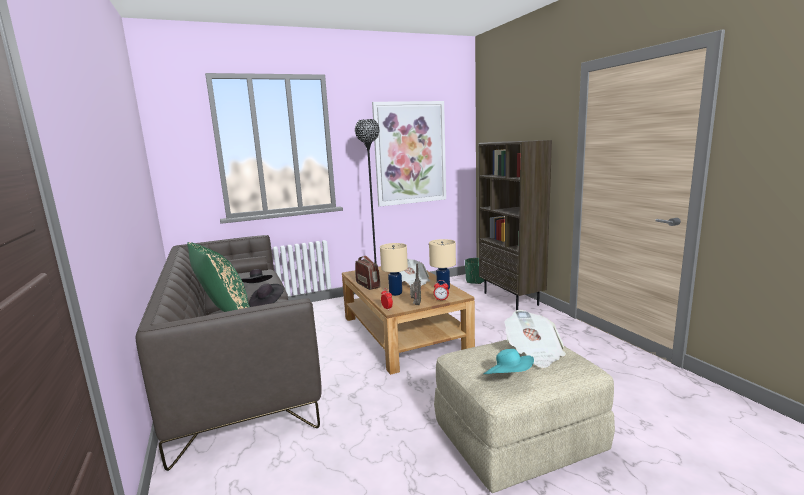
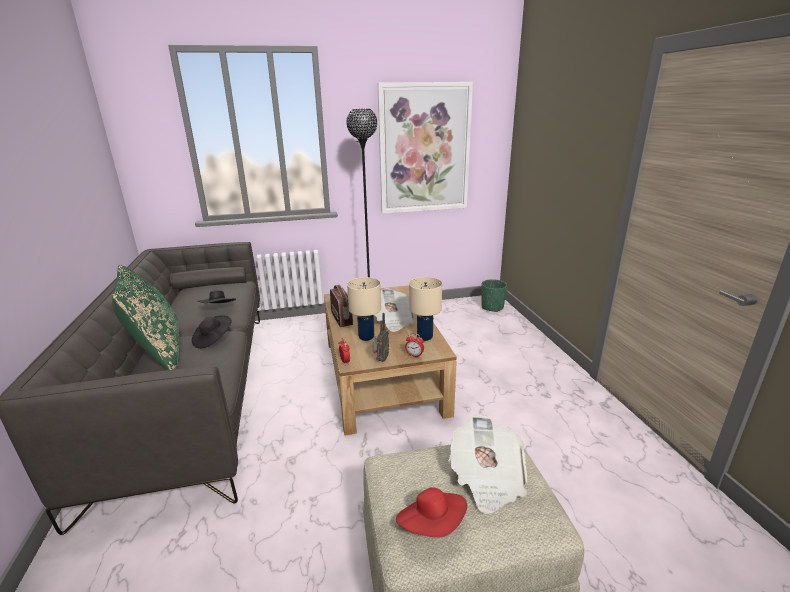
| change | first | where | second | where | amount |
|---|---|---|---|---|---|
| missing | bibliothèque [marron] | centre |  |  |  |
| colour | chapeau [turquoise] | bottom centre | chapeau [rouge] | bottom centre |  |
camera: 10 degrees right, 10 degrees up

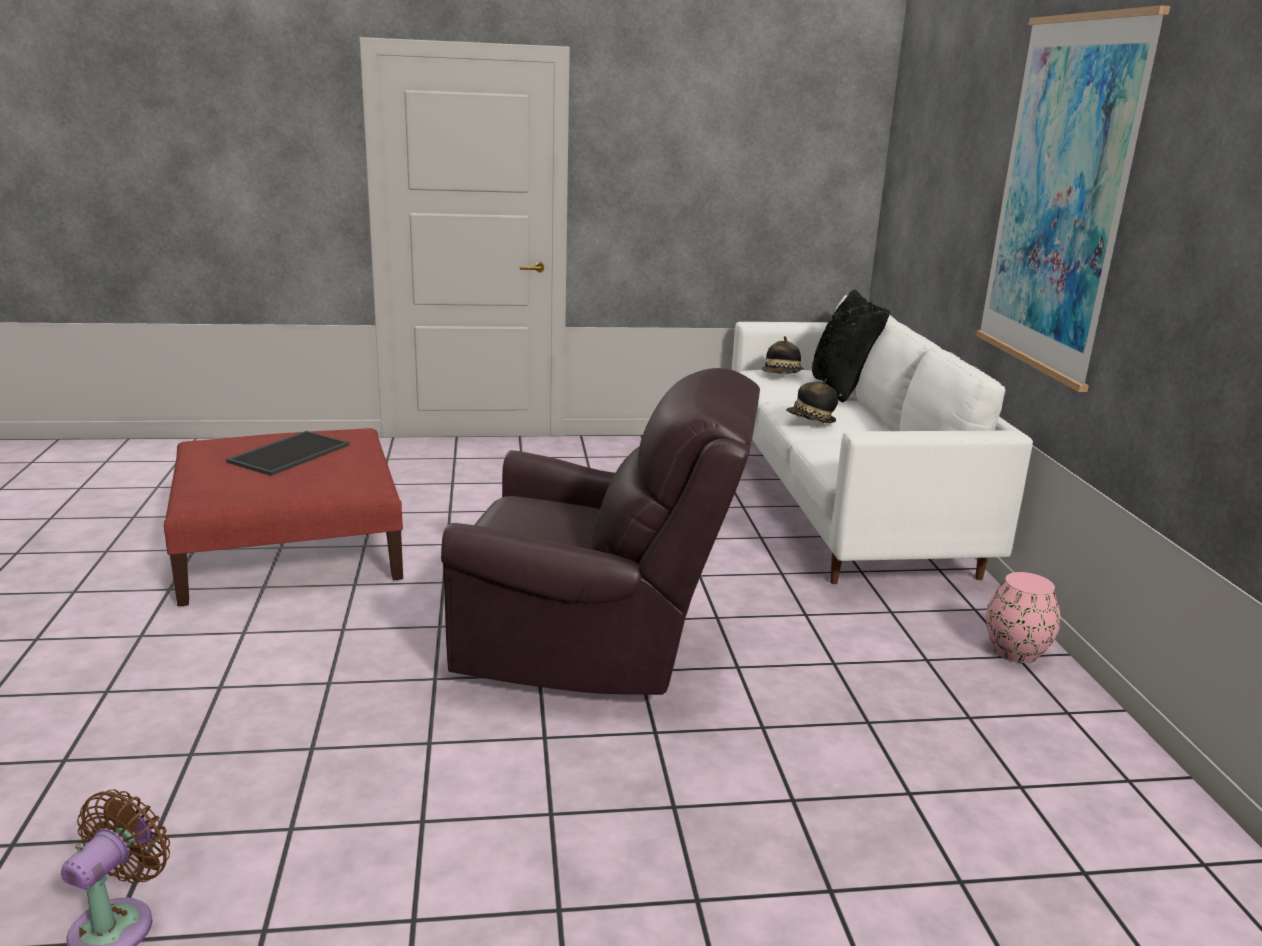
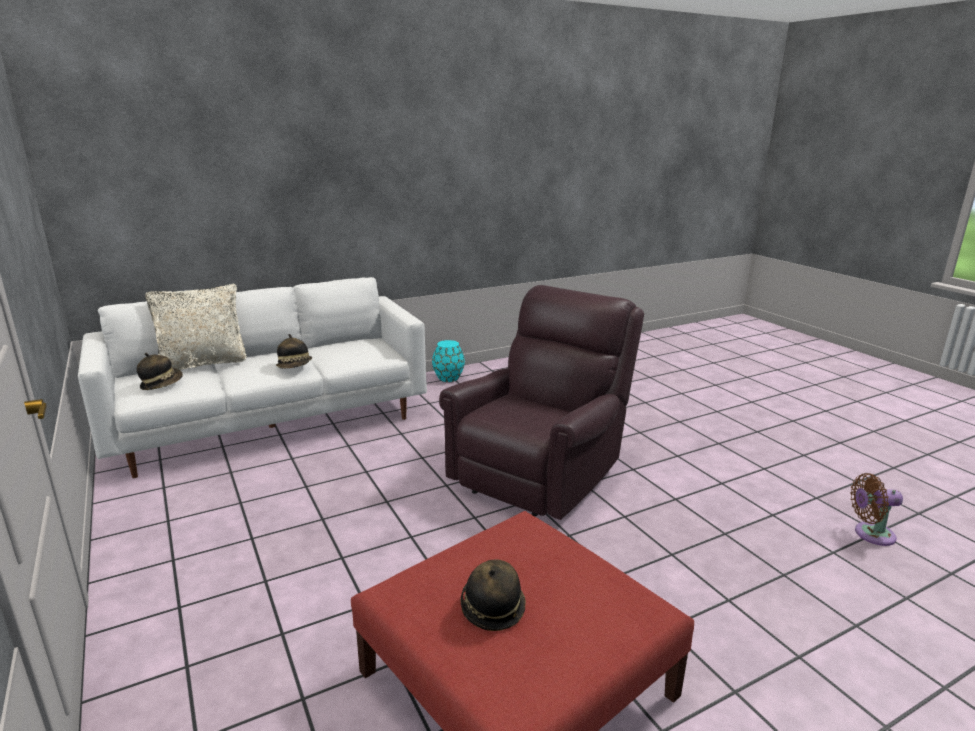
| change | first | where | second | where | amount |
|---|---|---|---|---|---|
| missing | tableau | top right |  |  |  |
| colour | coussin [noir] | middle right | coussin [beige] | middle left |  |
| spun | fauteuil [marron] | centre |  | centre | 45 degrees clockwise |
| exchanged | plateau | middle left | chapeau (no. 3 from left) | bottom centre |  |
| colour | vase [rose] | middle right | vase [turquoise] | centre |  |
camera: 110 degrees left, 0 degrees up

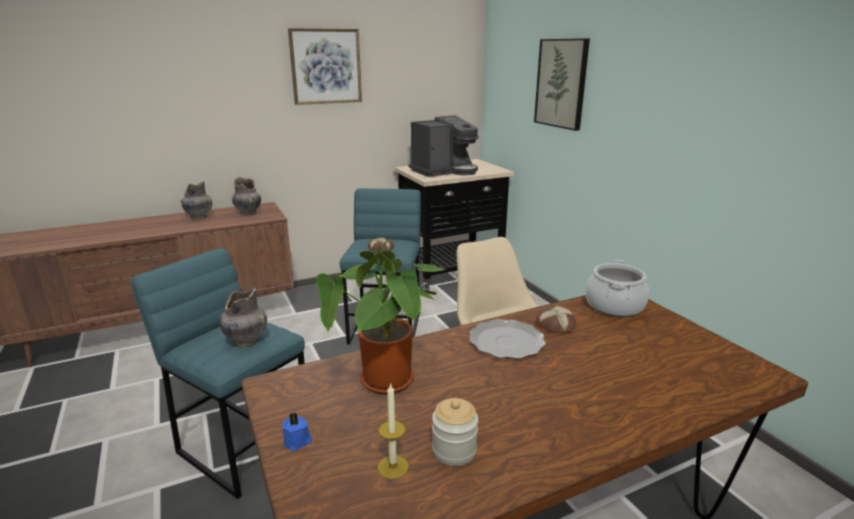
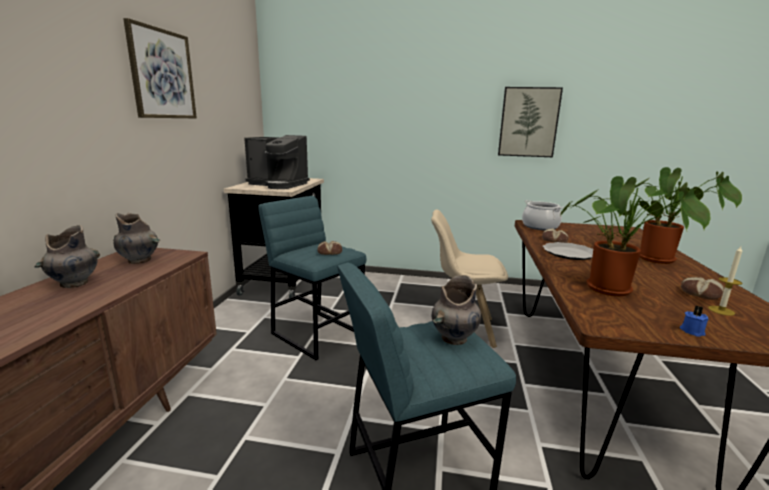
| change | first | where | second | where | amount |
|---|---|---|---|---|---|
| relocated | tableau (no. 2 from left) | top centre |  | top right |  |
| spun | machine à café | top centre |  | top centre | 105 degrees clockwise |
| exchanged | bocal | bottom centre | pain (no. 3 from left) | middle right |  |
| appeared |  |  | plante en pot (no. 2 from left) | middle right |  |
camera: 55 degrees left, 5 degrees down

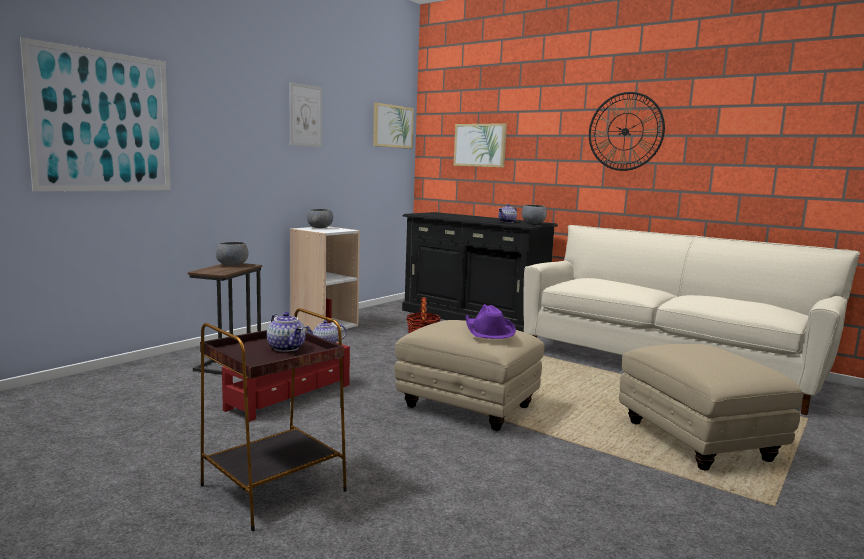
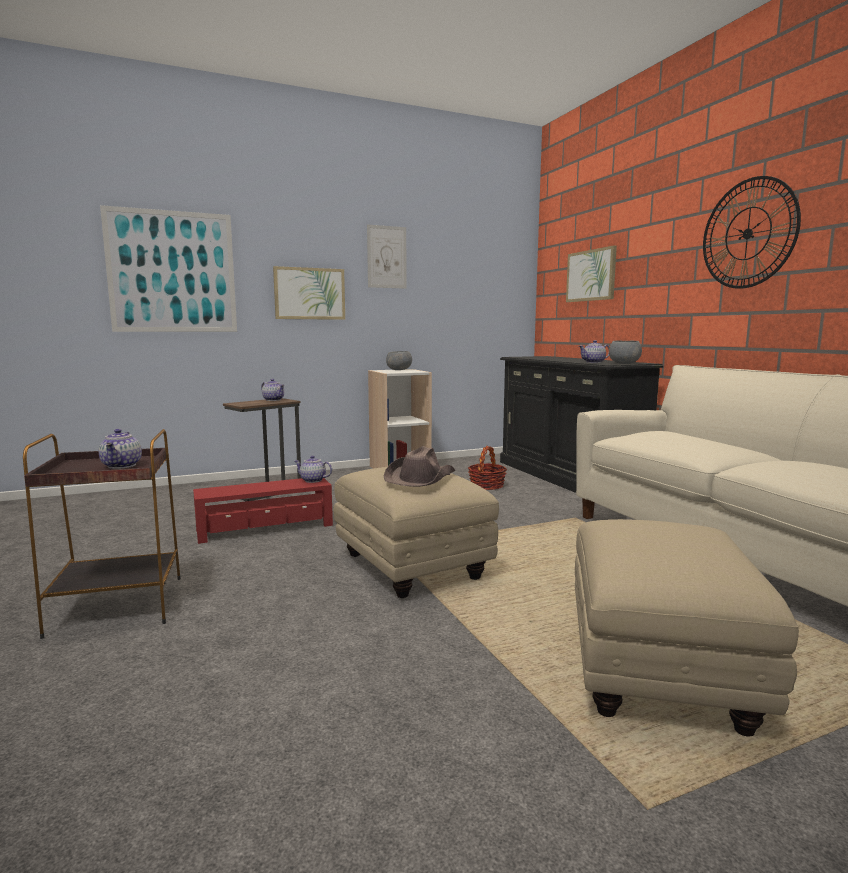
| change | first | where | second | where | amount |
|---|---|---|---|---|---|
| relocated | tableau (no. 3 from left in the first image) | top centre | tableau (no. 2 from left) | centre |  |
| exchanged | bol [gris] (no. 1 from left) | middle left | théière (no. 2 from left) | middle left |  |
| colour | chapeau [violet] | centre | chapeau [marron] | centre |  |
camera: 30 degrees right, 0 degrees up

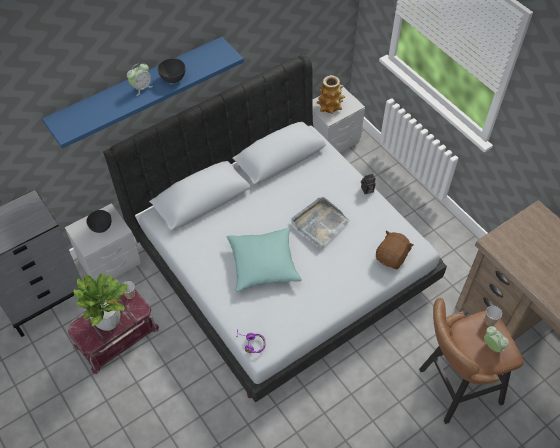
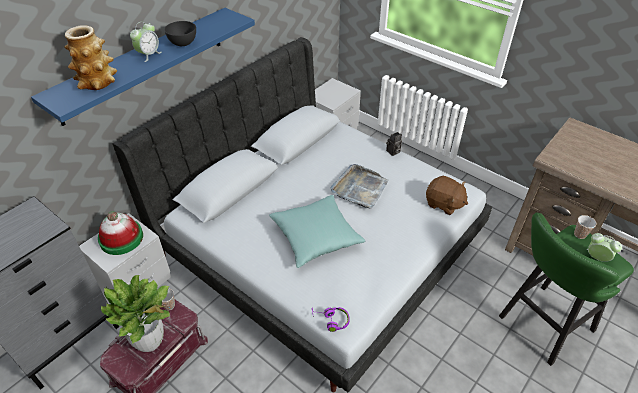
| change | first | where | second | where | amount |
|---|---|---|---|---|---|
| relocated | vase | top centre |  | top left |  |
| exchanged | bol [gris] (no. 1 from left) | middle left | chapeau | middle left |  |
| spun | peluche [marron] | middle right |  | middle right | 105 degrees clockwise |
| colour | tabouret [marron] | bottom right | tabouret [vert] | bottom right |  |
camera: 15 degrees left, 10 degrees down

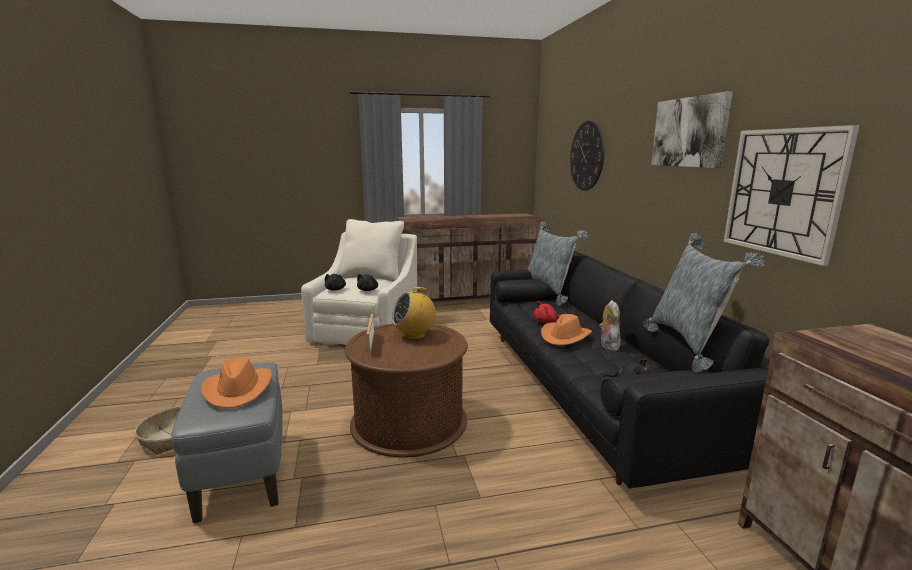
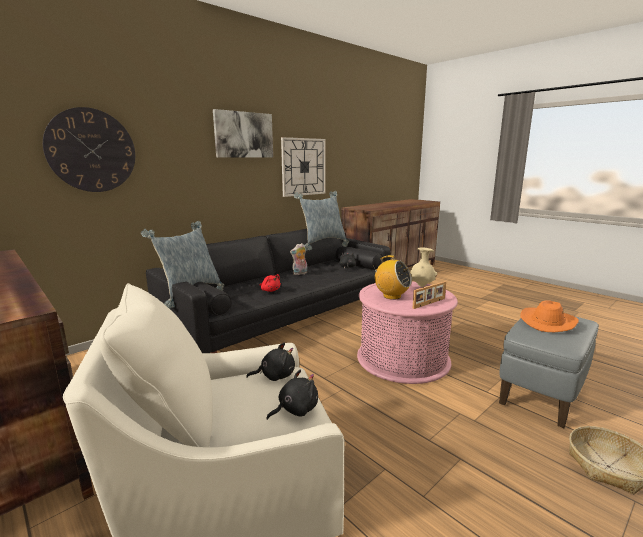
| change | first | where | second | where | amount |
|---|---|---|---|---|---|
| missing | chapeau [orange] (no. 2 from left) | centre |  |  |  |
| colour | table basse [marron] | bottom centre | table basse [rose] | centre |  |
| appeared |  |  | vase [beige] | centre |  |
camera: 120 degrees left, 0 degrees up

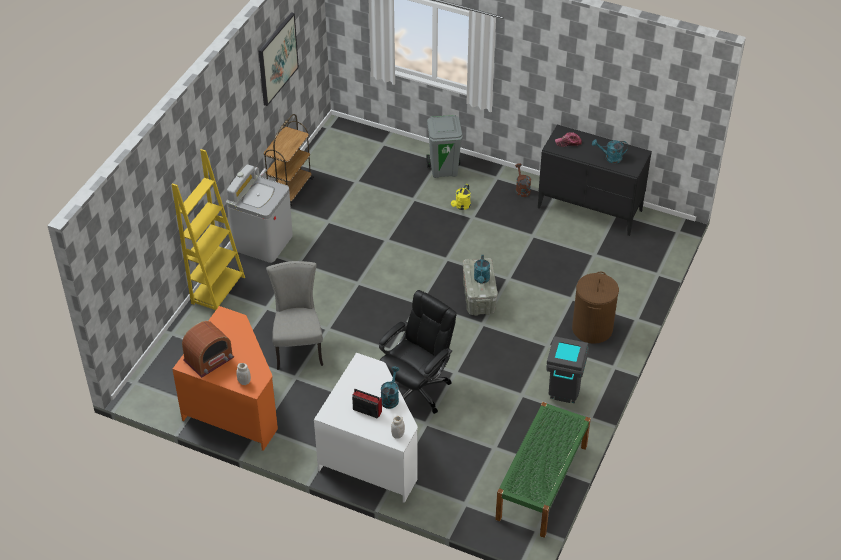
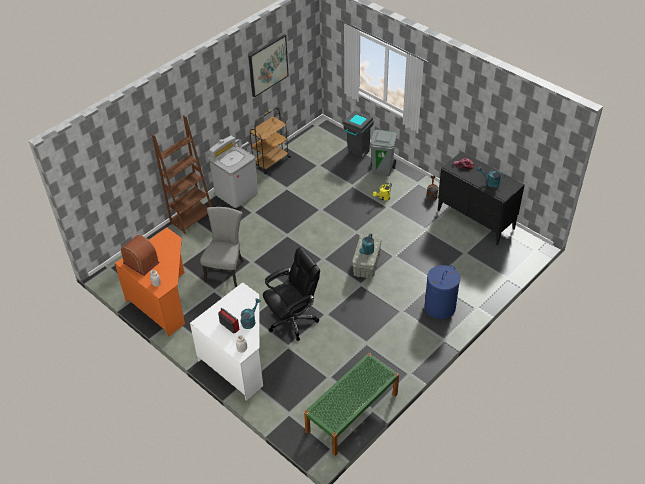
| change | first | where | second | where | amount |
|---|---|---|---|---|---|
| colour | bibliothèque [jaune] | middle left | bibliothèque [marron] | middle left |  |
| colour | panier à linge [marron] | middle right | panier à linge [bleu] | middle right |  |
| spun | radio (no. 1 from left) | middle left |  | middle left | 120 degrees counterclockwise |
| relocated | poubelle [gris] (no. 2 from left in the first image) | middle right | poubelle [gris] (no. 1 from left) | top centre |  |
camera: 20 degrees right, 0 degrees up

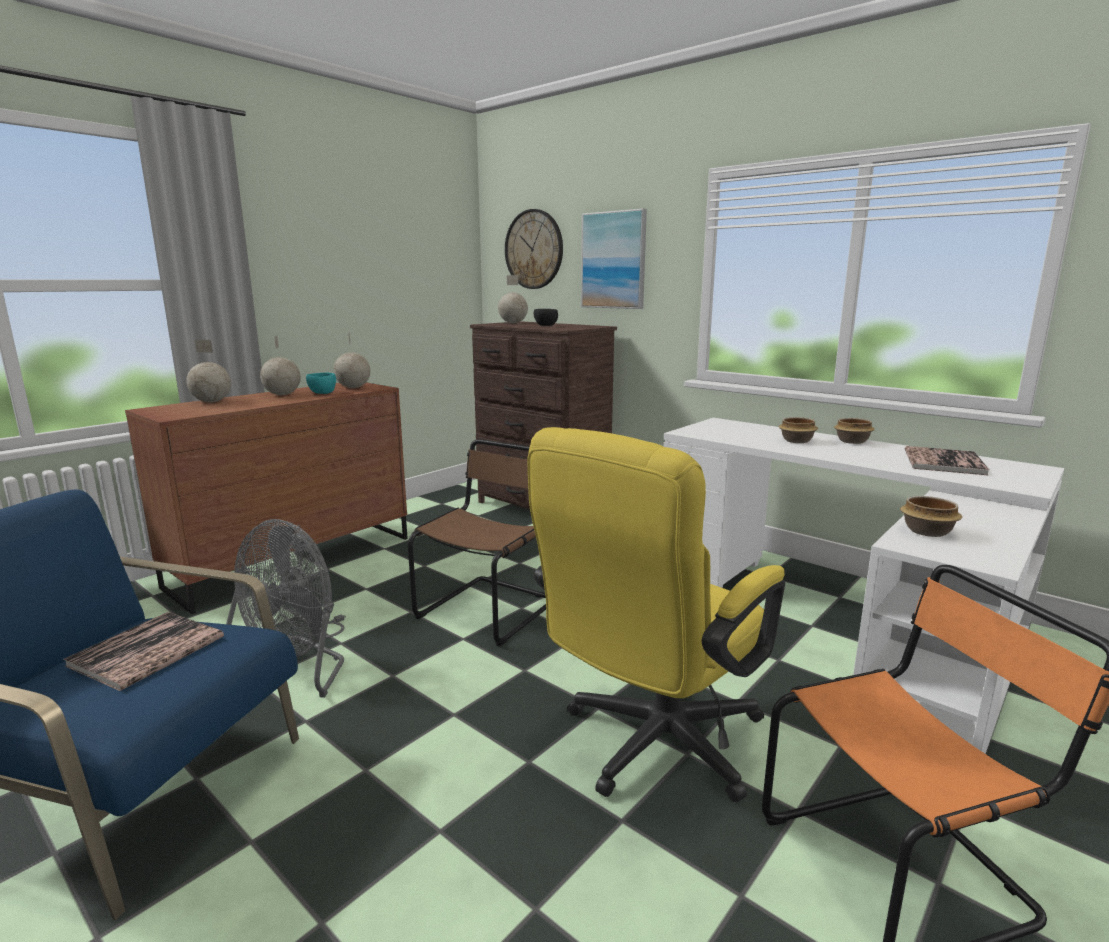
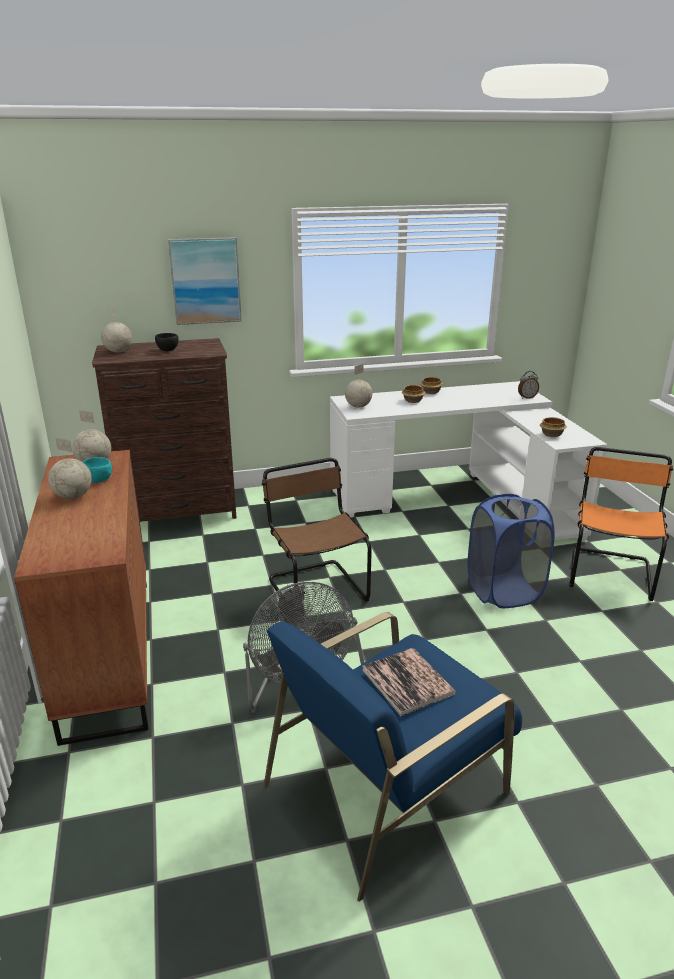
| change | first | where | second | where | amount |
|---|---|---|---|---|---|
| missing | horloge murale | top centre |  |  |  |
| relocated | globe (no. 1 from left in the first image) | middle left | globe (no. 4 from left) | centre |  |
| exchanged | chaise de bureau [jaune] | centre | panier à linge [bleu] | middle right |  |
| missing | livre (no. 2 from left) | middle right |  |  |  |
| appeared |  |  | réveil | middle right |  |
camera: 55 degrees left, 10 degrees up

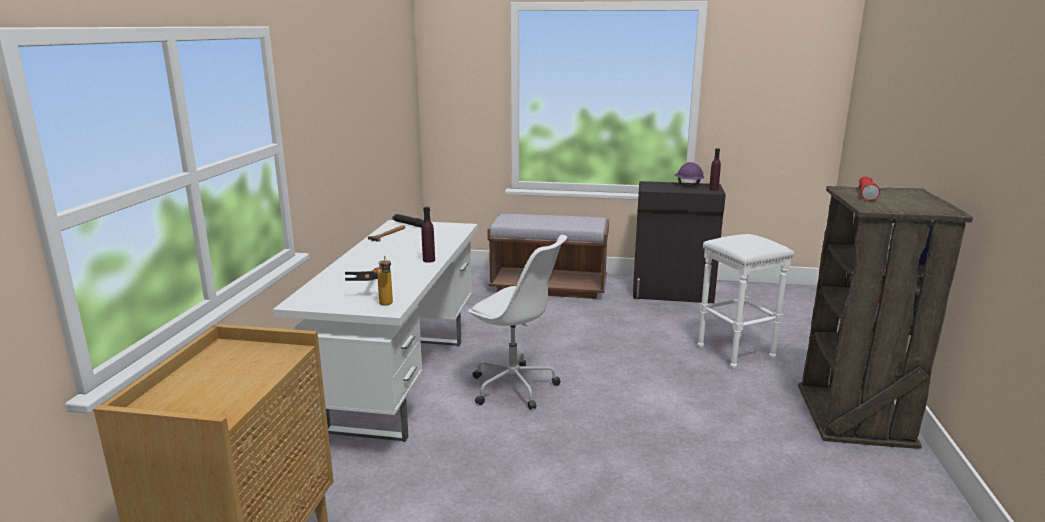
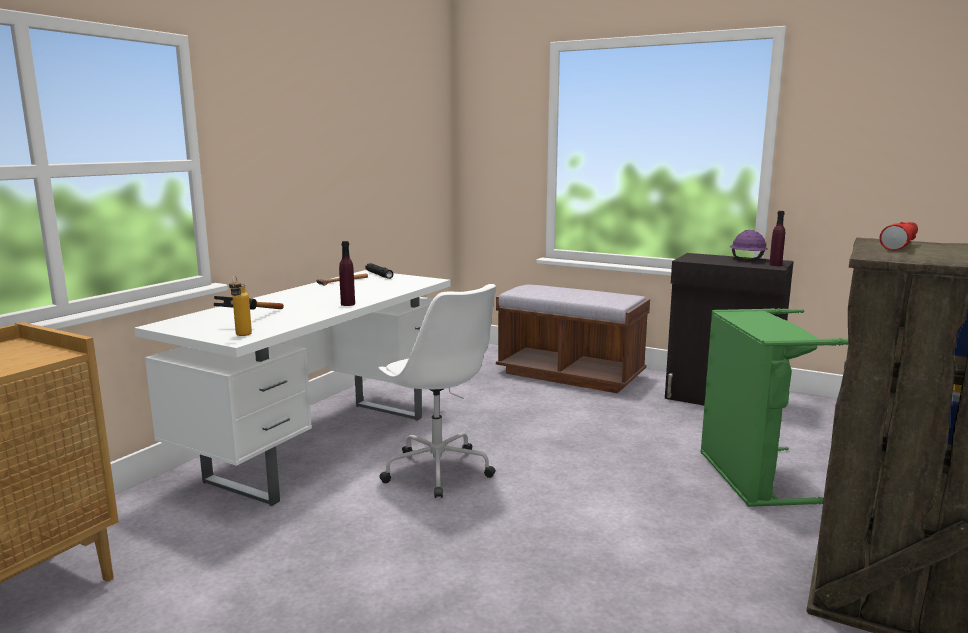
| change | first | where | second | where | amount |
|---|---|---|---|---|---|
| exchanged | tabouret [blanc] | middle right | panier à linge [vert] | middle right |  |
camera: 20 degrees right, 5 degrees down

